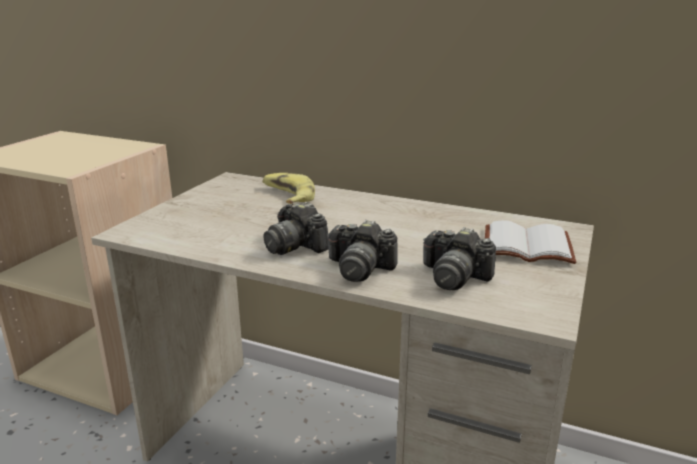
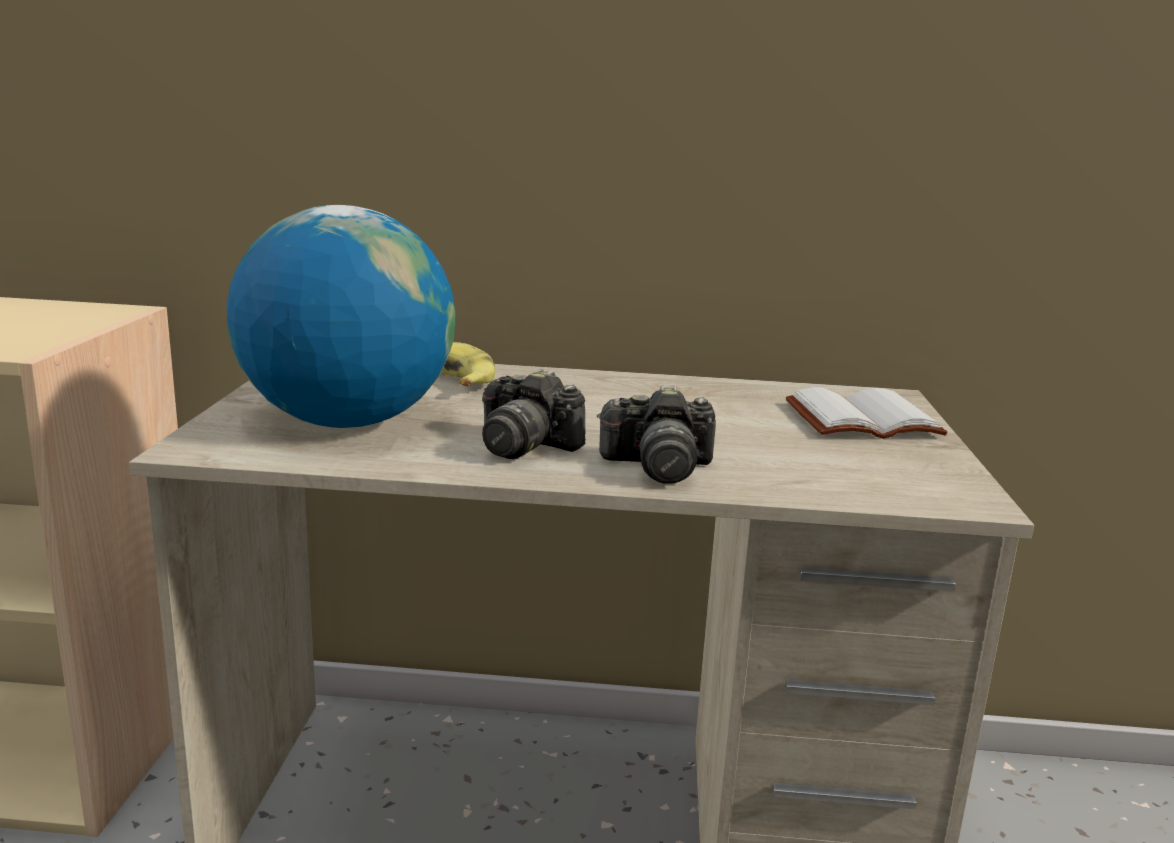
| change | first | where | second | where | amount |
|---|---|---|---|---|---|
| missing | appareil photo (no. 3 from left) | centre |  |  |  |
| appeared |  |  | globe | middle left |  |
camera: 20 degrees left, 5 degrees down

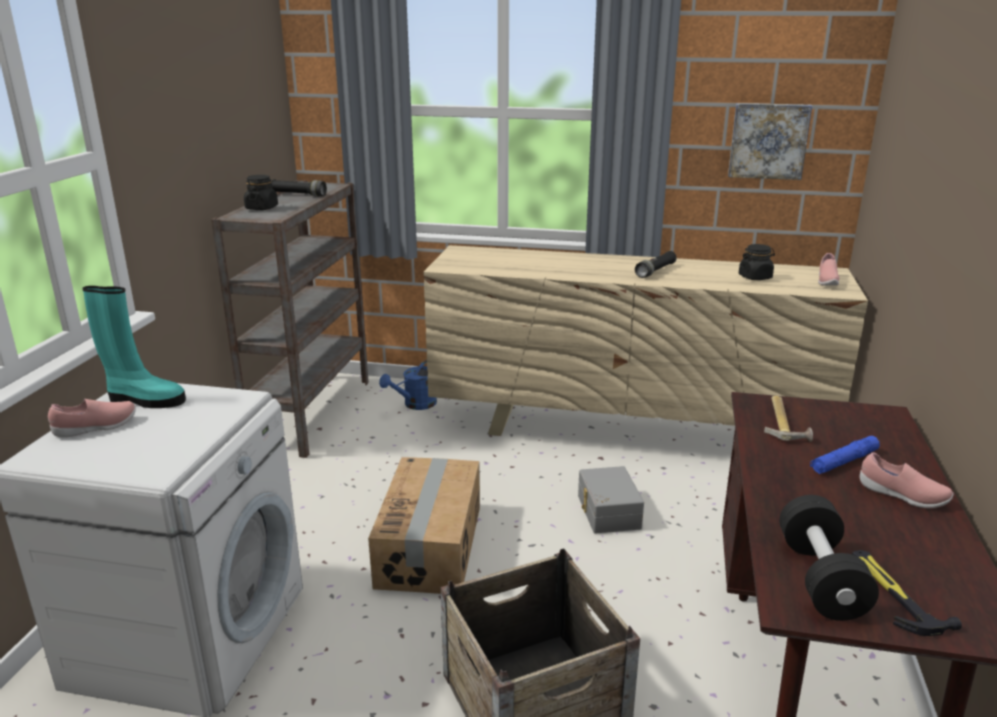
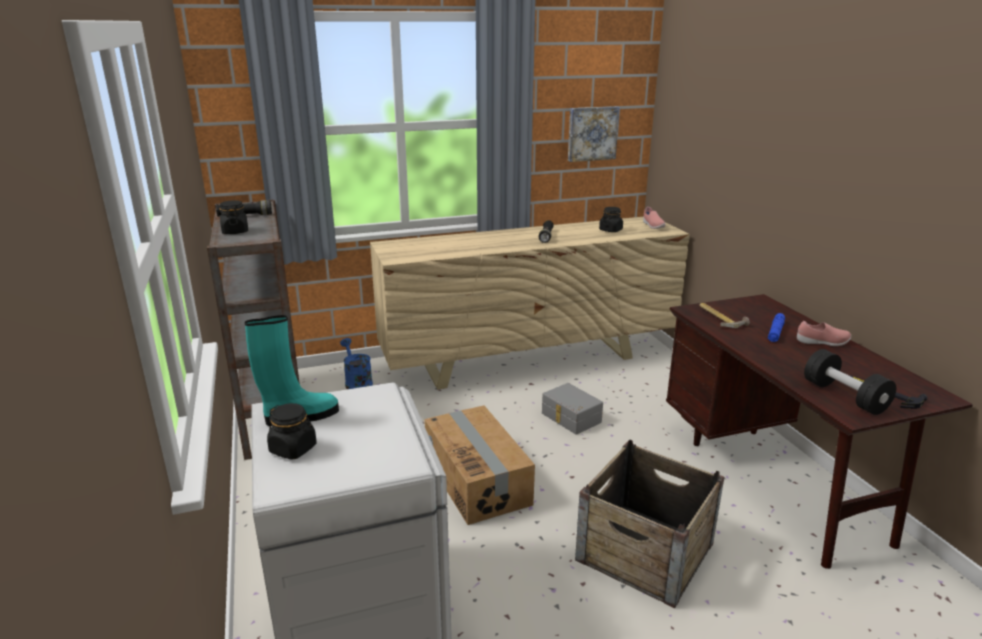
| change | first | where | second | where | amount |
|---|---|---|---|---|---|
| spun | arrosoir [bleu] | centre |  | centre | 135 degrees clockwise |
| exchanged | chaussure [rose] (no. 1 from left) | middle left | bocal [noir] (no. 2 from left) | bottom left |  |
camera: 30 degrees left, 0 degrees up

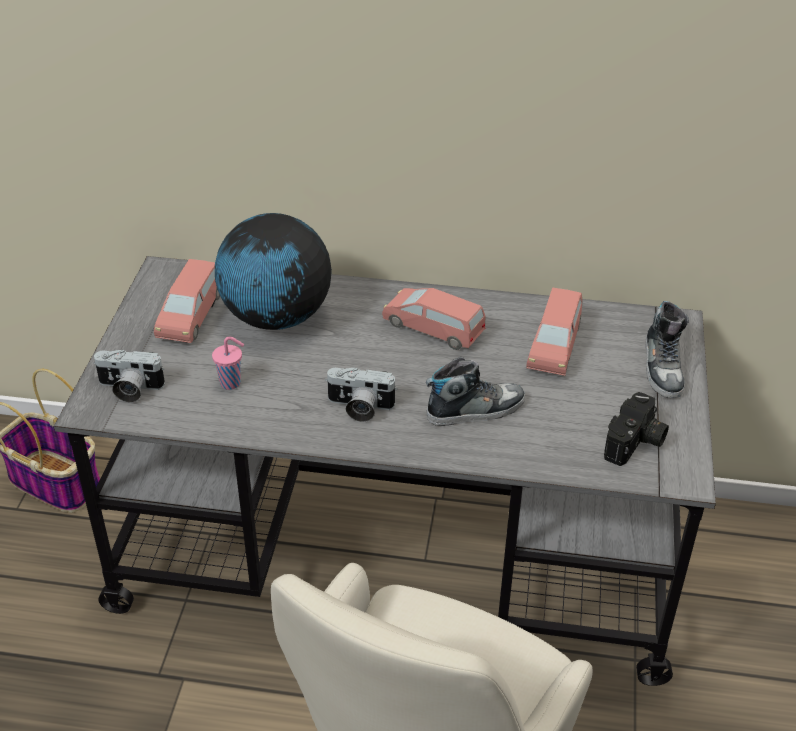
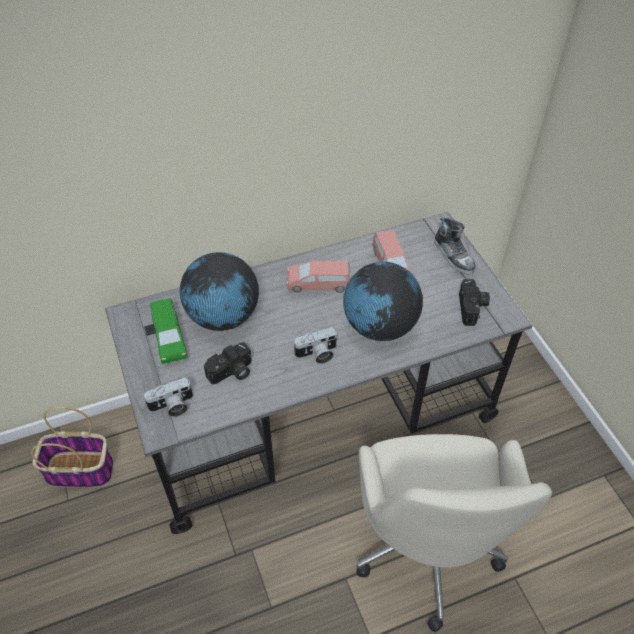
| change | first | where | second | where | amount |
|---|---|---|---|---|---|
| colour | petite voiture [rose] (no. 1 from left) | middle left | petite voiture [vert] | middle left |  |
| exchanged | tasse [rose] | middle left | appareil photo (no. 2 from left) | centre |  |
| exchanged | chaussure (no. 1 from left) | centre | globe (no. 2 from left) | centre |  |
camera: 30 degrees left, 10 degrees up

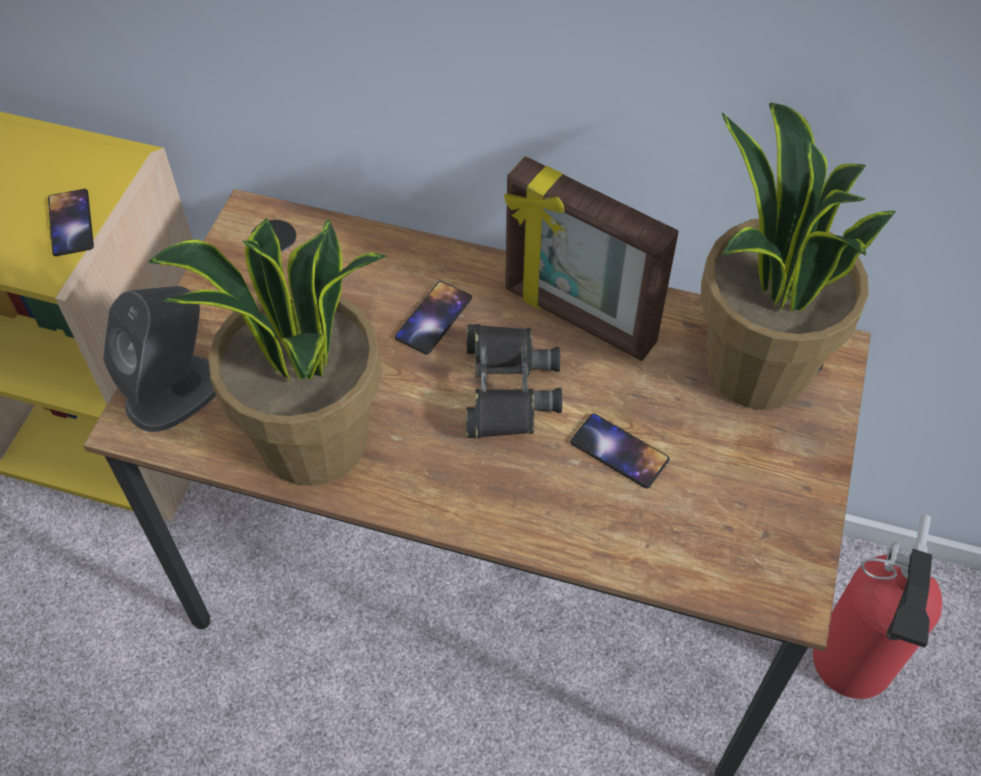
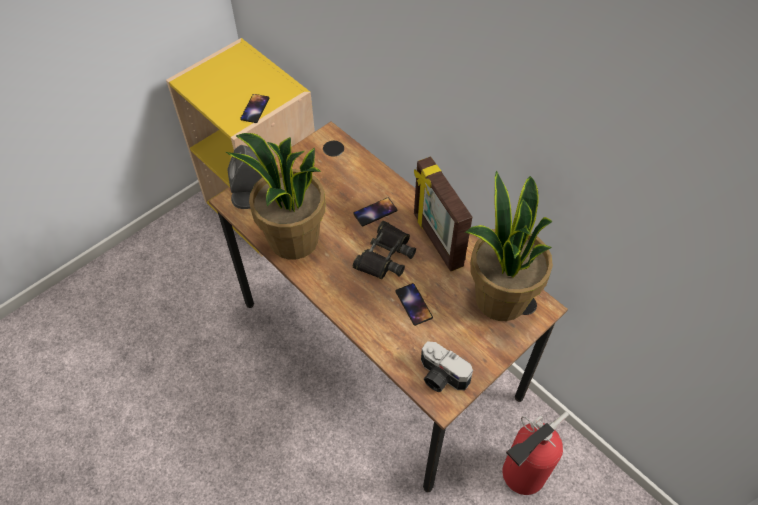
| change | first | where | second | where | amount |
|---|---|---|---|---|---|
| appeared |  |  | appareil photo | bottom centre |  |
camera: 30 degrees right, 0 degrees up

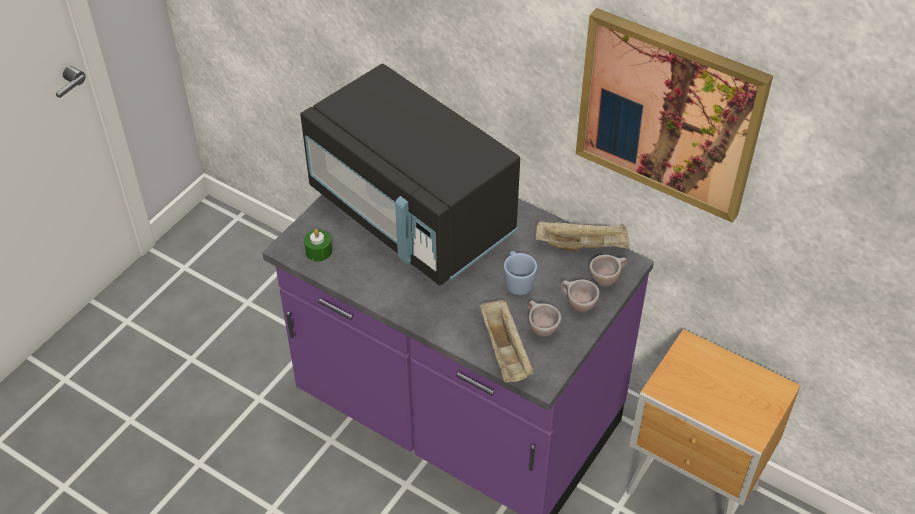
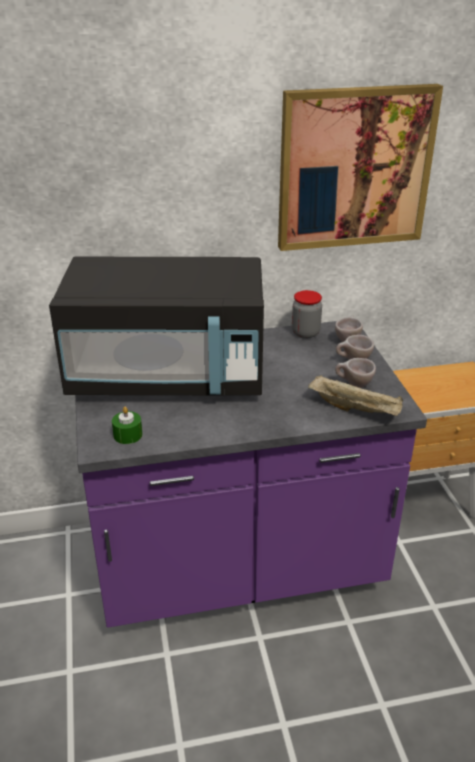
| change | first | where | second | where | amount |
|---|---|---|---|---|---|
| exchanged | plateau [beige] (no. 2 from left) | centre | bocal | centre |  |
| missing | mug [bleu] | centre |  |  |  |
camera: 45 degrees left, 15 degrees down

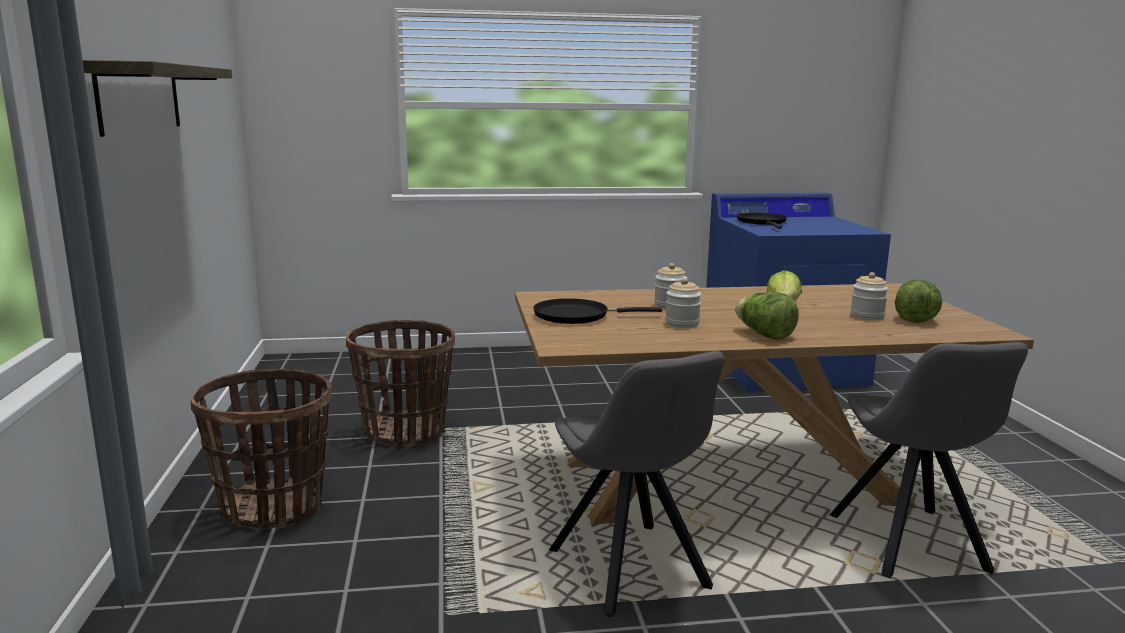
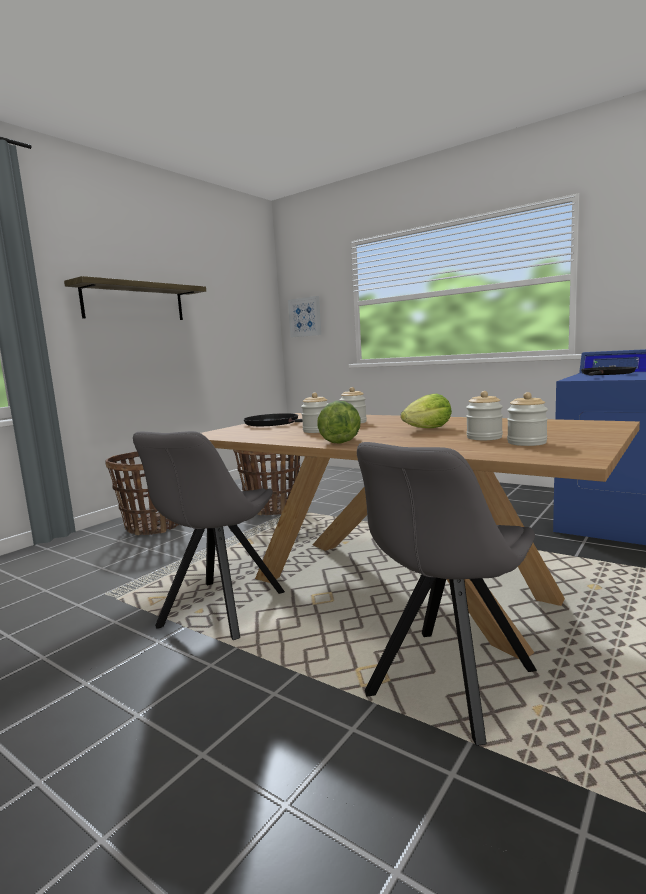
| change | first | where | second | where | amount |
|---|---|---|---|---|---|
| exchanged | laitue (no. 3 from left) | middle right | bocal (no. 4 from left) | middle right |  |
| appeared |  |  | tableau | centre |  |
camera: 45 degrees right, 5 degrees down

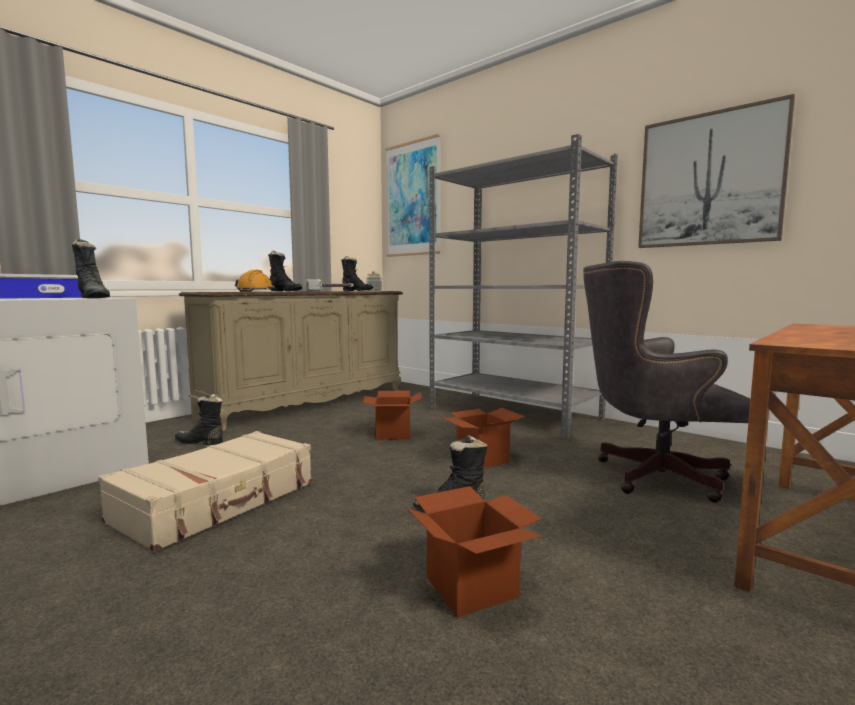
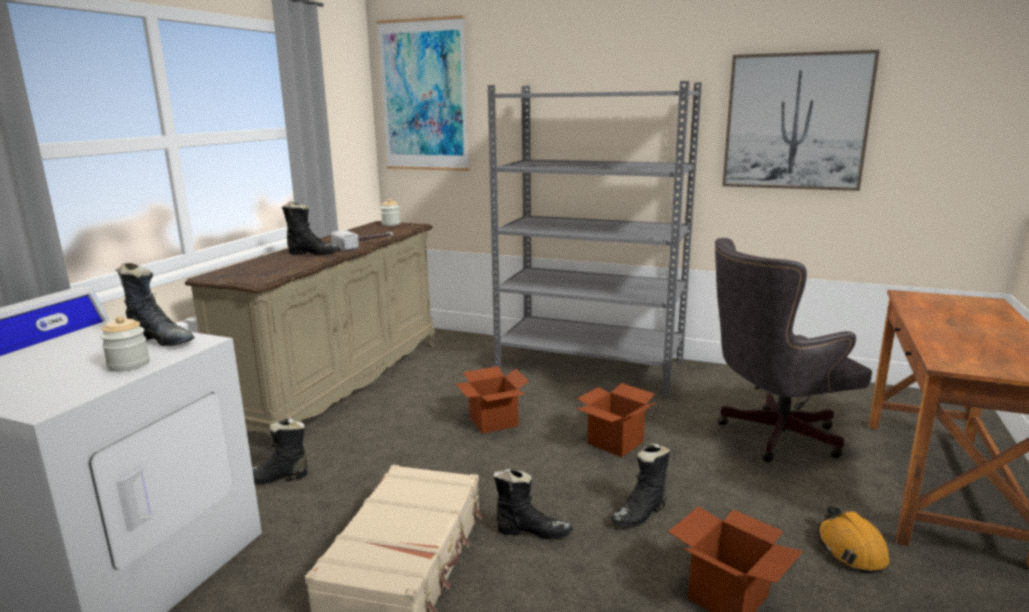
| change | first | where | second | where | amount |
|---|---|---|---|---|---|
| relocated | botte [noir] (no. 4 from left) | centre |  | bottom centre |  |
| relocated | casque de chantier [orange] | middle left |  | bottom right |  |
| appeared |  |  | bocal (no. 1 from left) | middle left |  |
camera: 20 degrees left, 10 degrees up

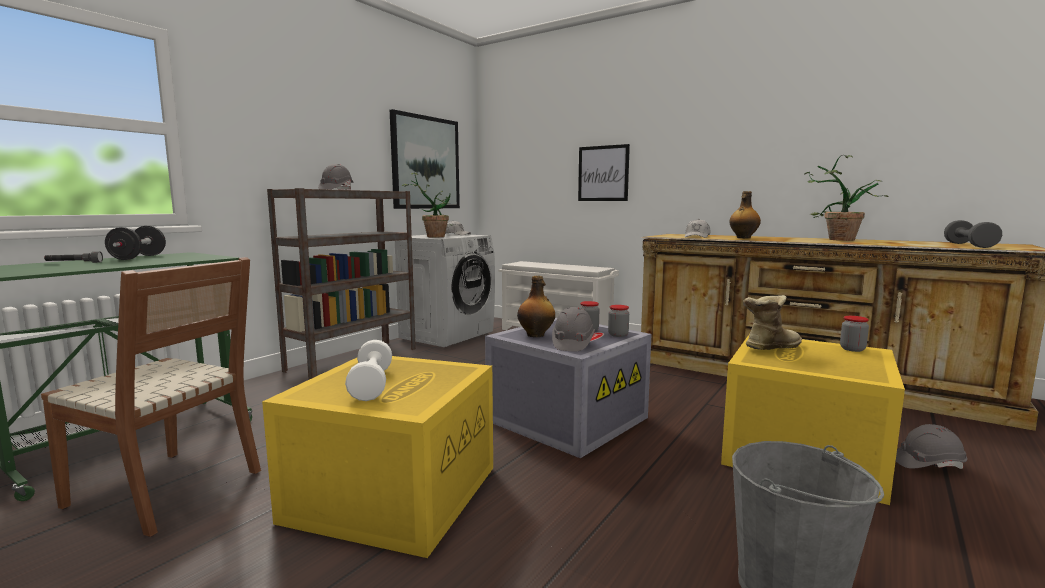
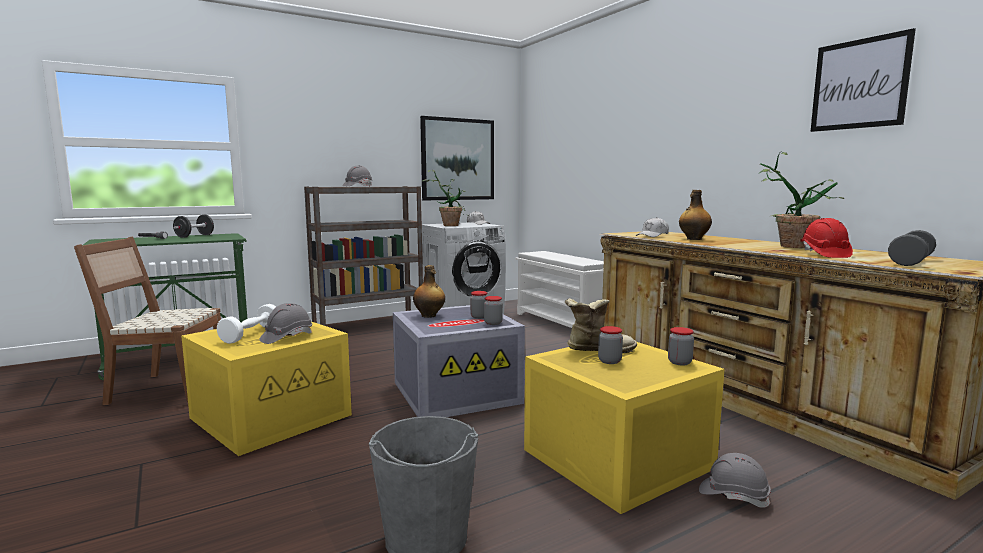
| change | first | where | second | where | amount |
|---|---|---|---|---|---|
| relocated | tableau (no. 2 from left) | top centre |  | top right |  |
| spun | chaise | bottom left |  | middle left | 135 degrees clockwise |
| relocated | casque de chantier [gris] (no. 2 from left in the first image) | centre | casque de chantier [gris] (no. 1 from left) | middle left |  |
| appeared |  |  | casque de chantier [rouge] | middle right |  |
| appeared |  |  | bocal (no. 3 from left) | centre |  |
camera: 25 degrees right, 0 degrees up

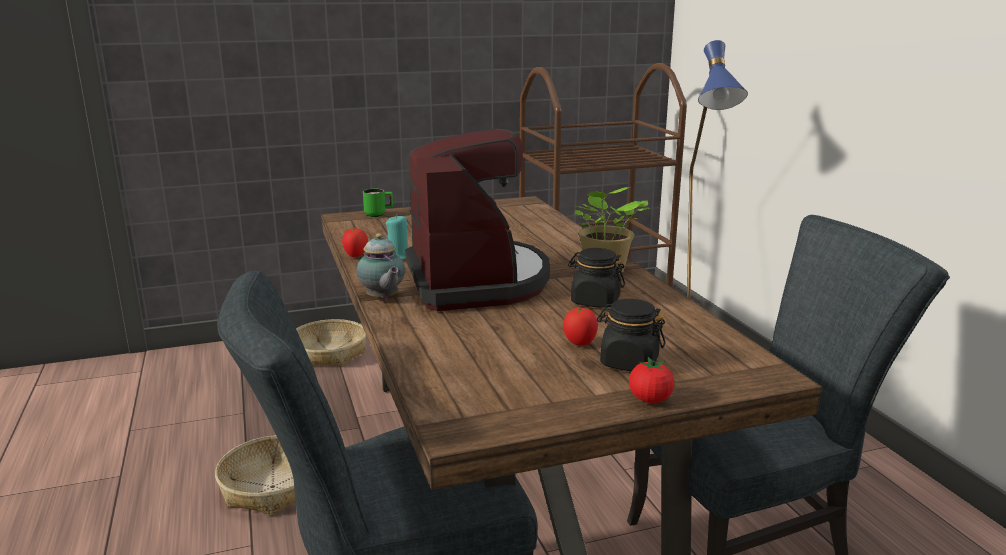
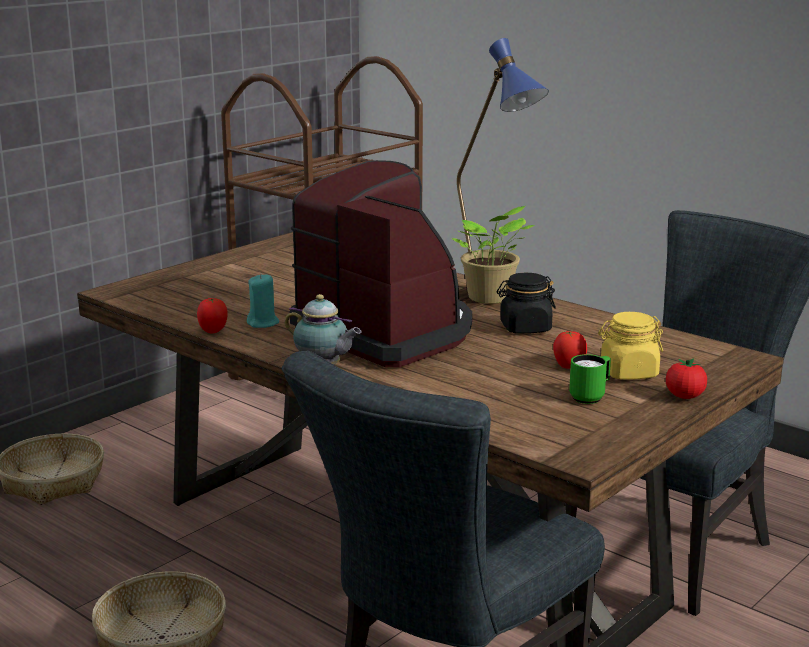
| change | first | where | second | where | amount |
|---|---|---|---|---|---|
| relocated | mug [vert] | centre |  | middle right |  |
| colour | bocal [noir] (no. 2 from left) | centre | bocal [jaune] | middle right |  |
camera: 30 degrees left, 0 degrees up

